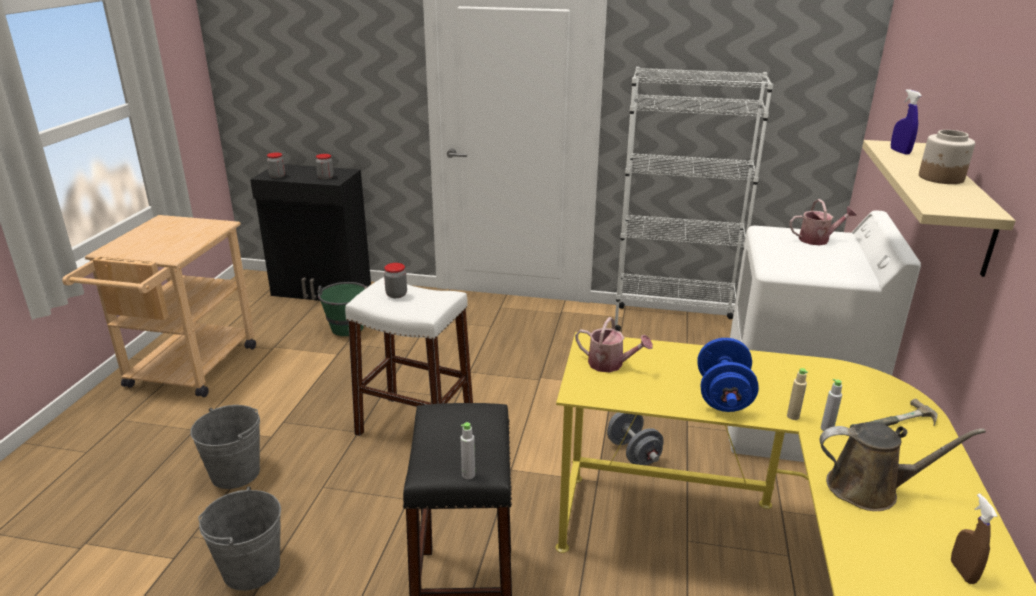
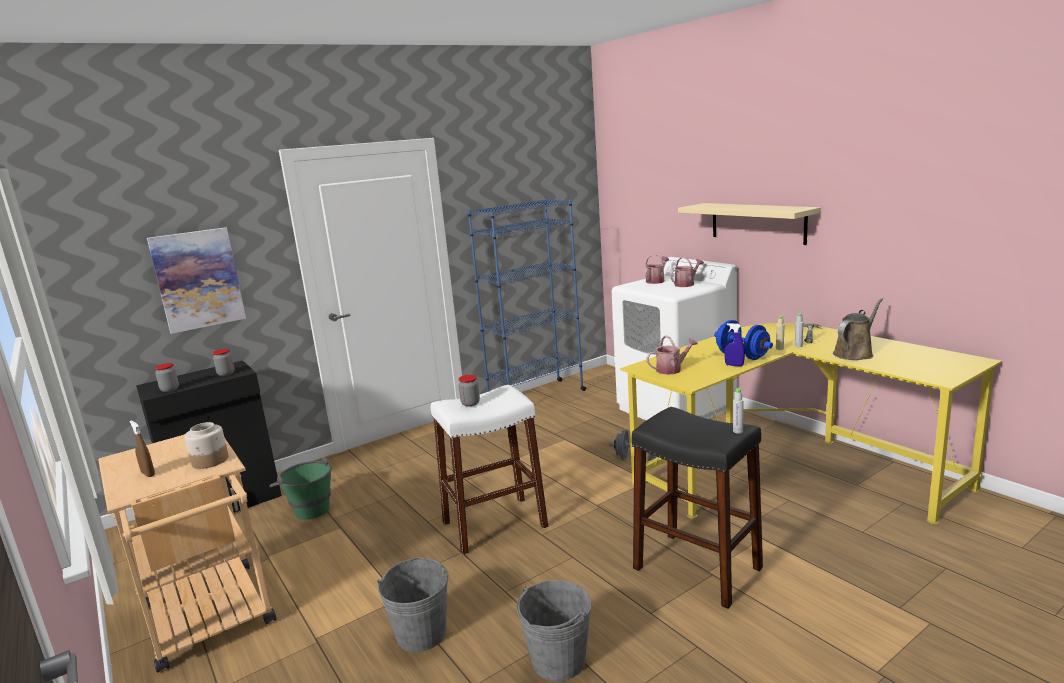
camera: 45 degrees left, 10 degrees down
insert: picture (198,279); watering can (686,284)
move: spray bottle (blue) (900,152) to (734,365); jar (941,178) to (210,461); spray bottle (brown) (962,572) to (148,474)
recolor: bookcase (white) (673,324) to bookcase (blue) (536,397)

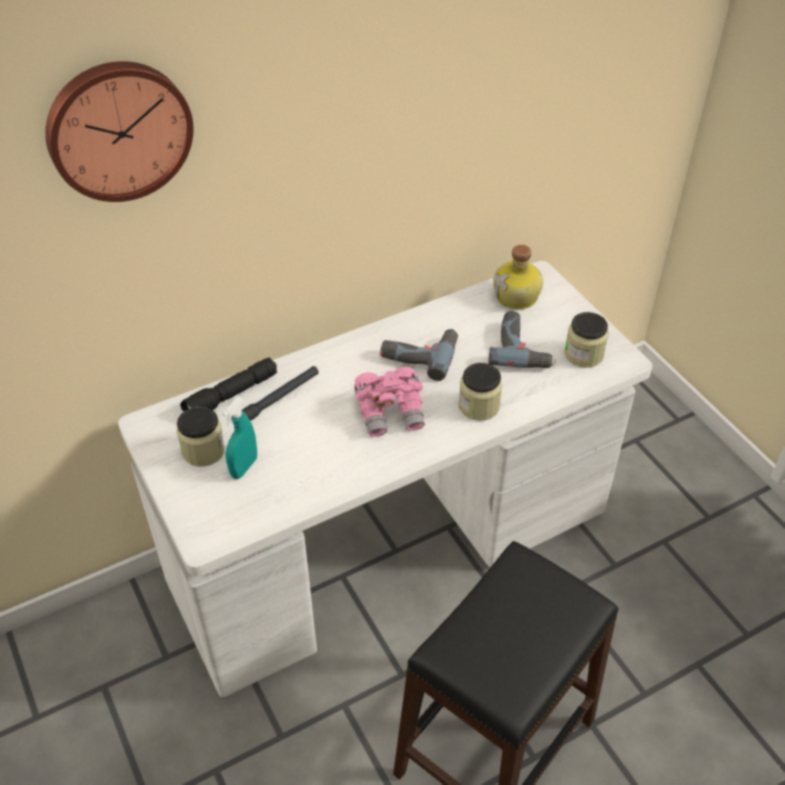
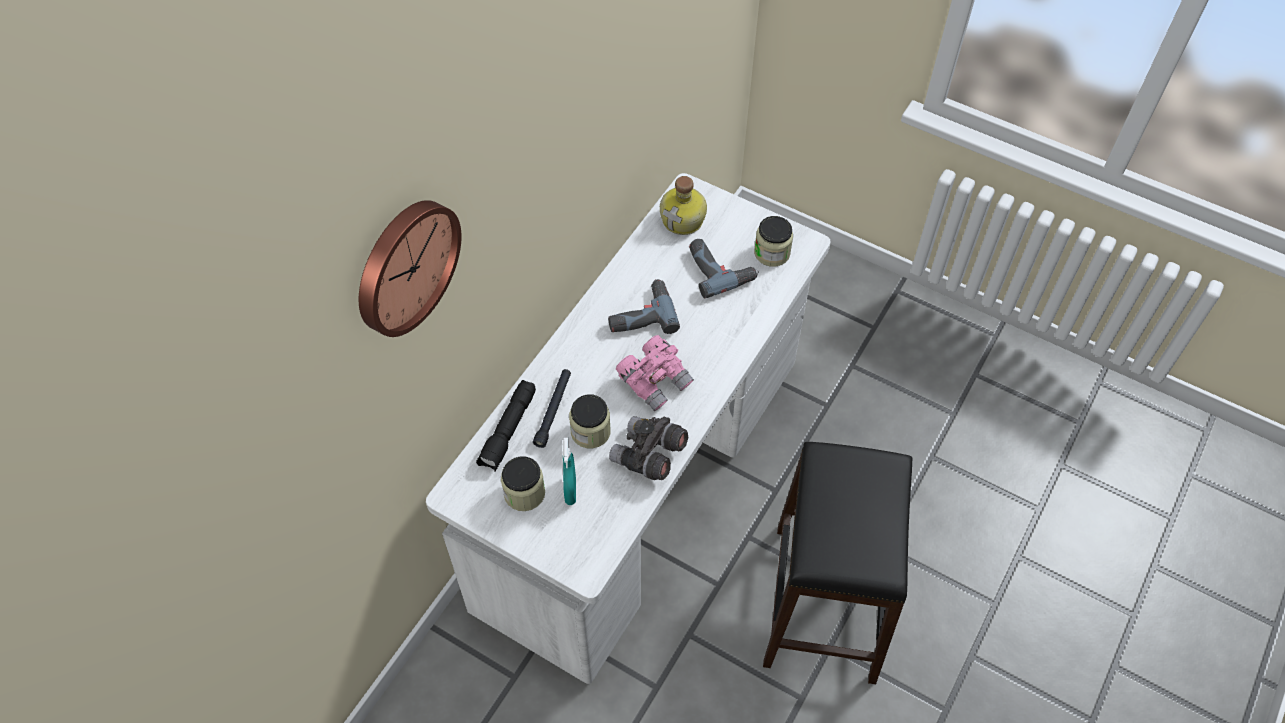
camera: 30 degrees left, 10 degrees up
insert: binoculars (grey) (648,456)
move: jar (479,406) to (590,431)

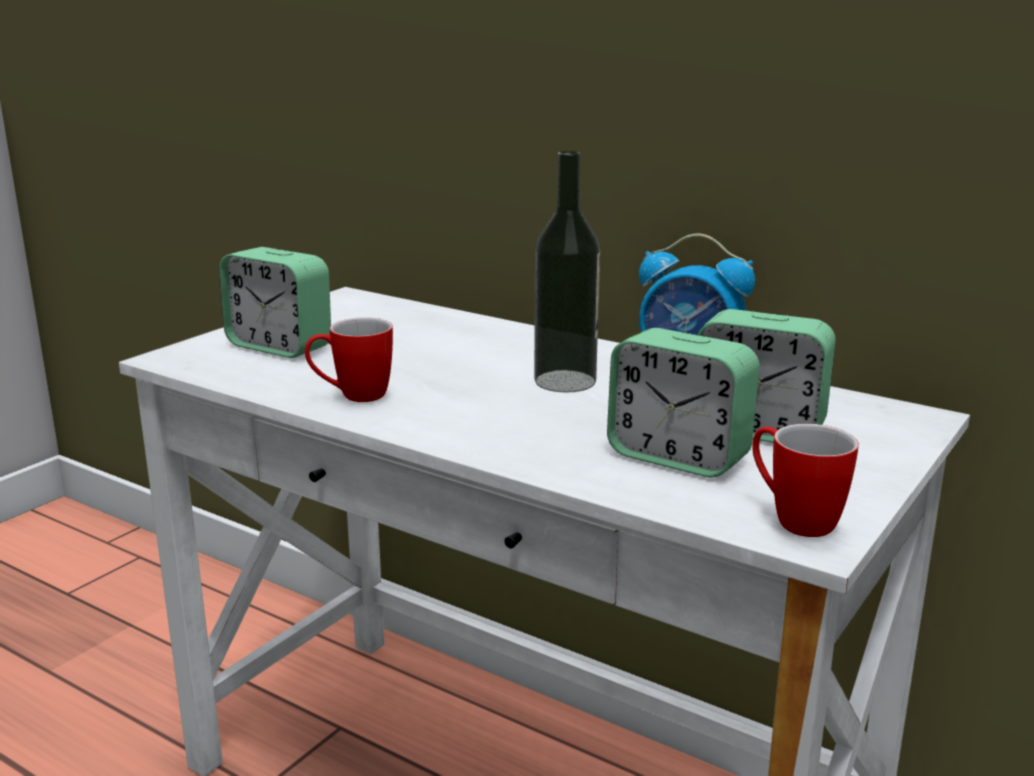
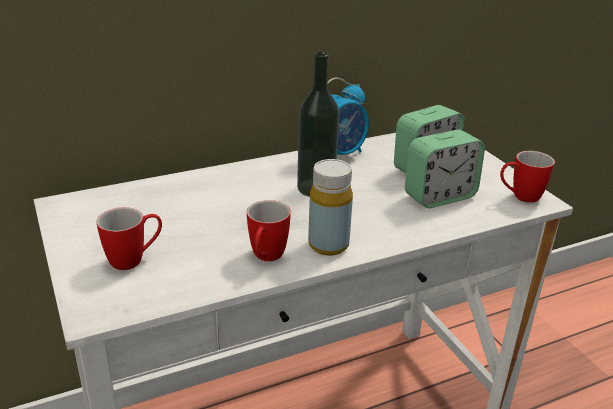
camera: 60 degrees left, 10 degrees up
insert: bottle (yellow) (328,245)
replace: alarm clock (279,346) to mug (135,259)

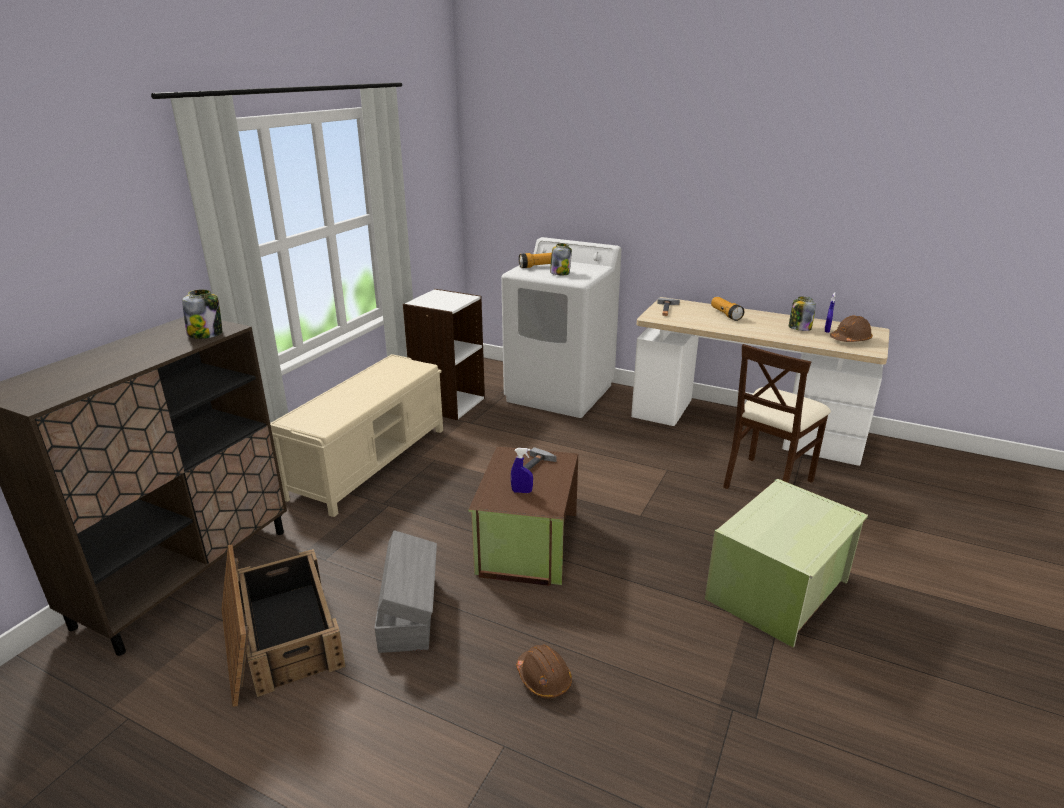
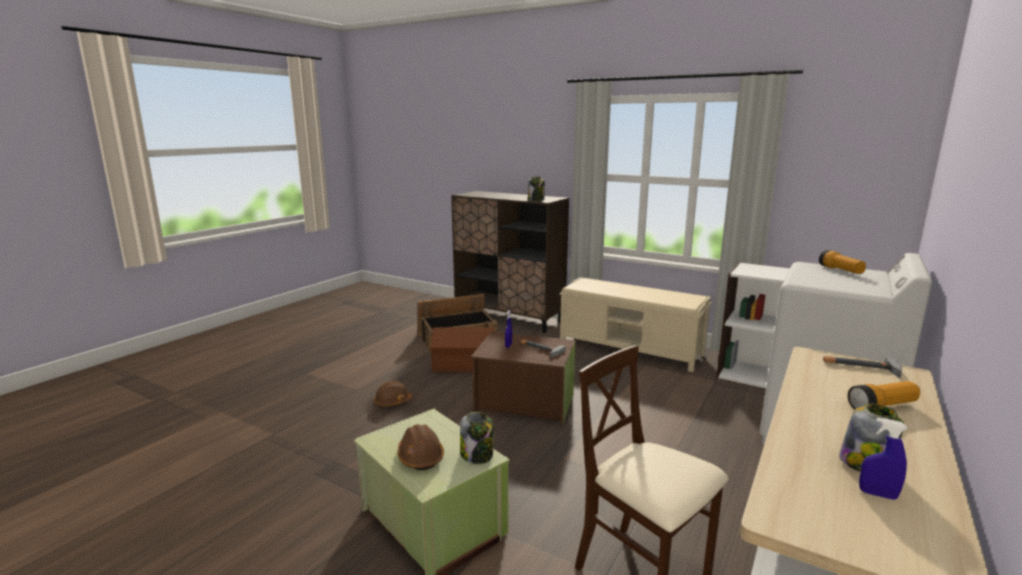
camera: 95 degrees right, 10 degrees down
move: jar (560,273) to (477,455); hard hat (brown) (850,339) to (420,457)
recolor: storage box (grey) (409,612) to storage box (brown) (464,366)

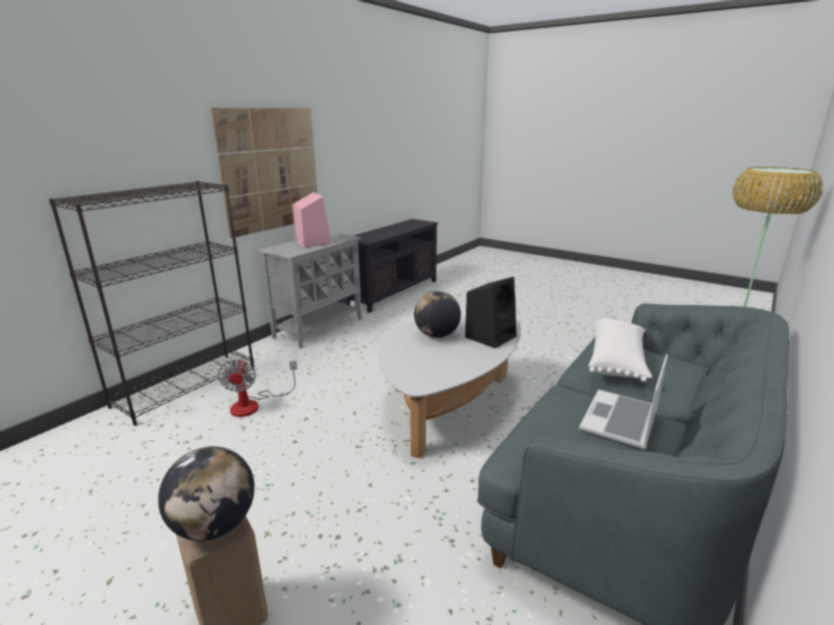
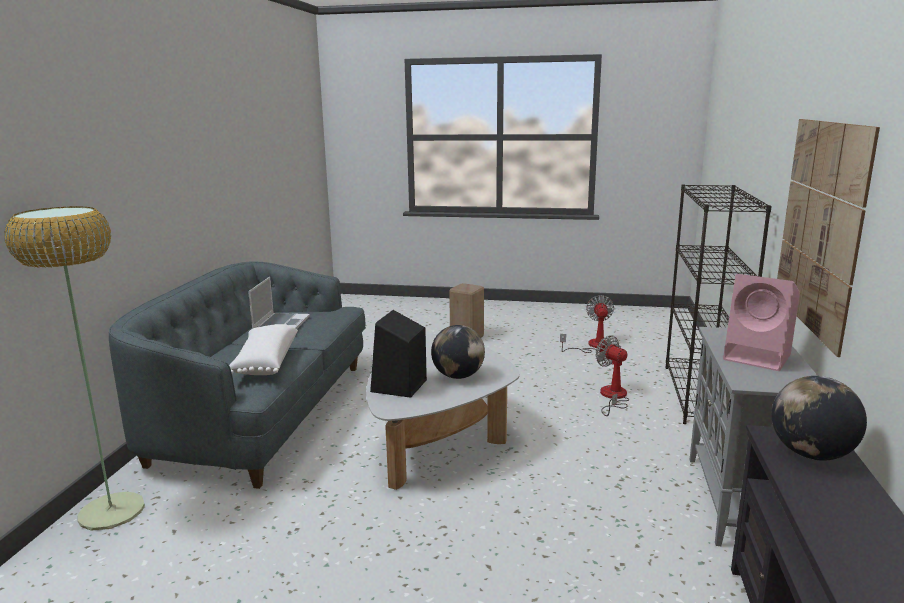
camera: 155 degrees right, 5 degrees down
insert: fan (592,346)
move: globe (215,526) to (811,454)

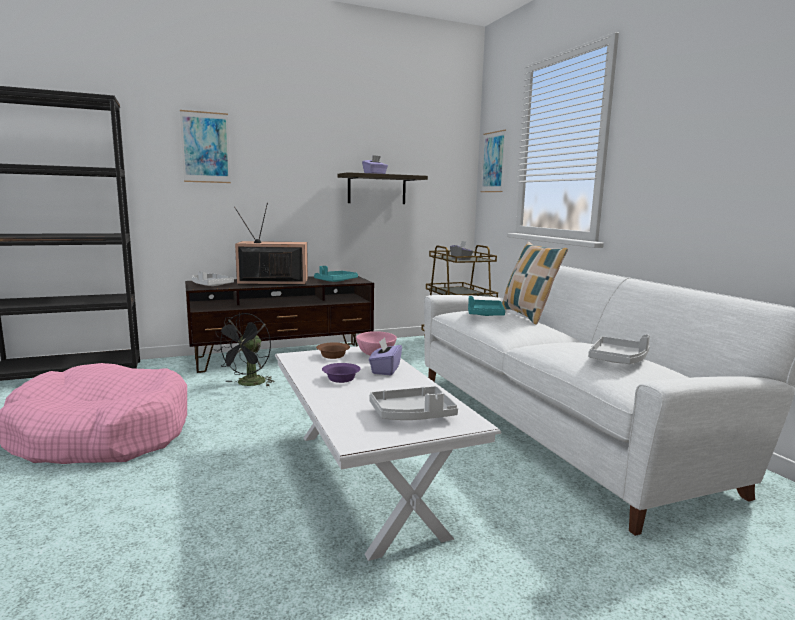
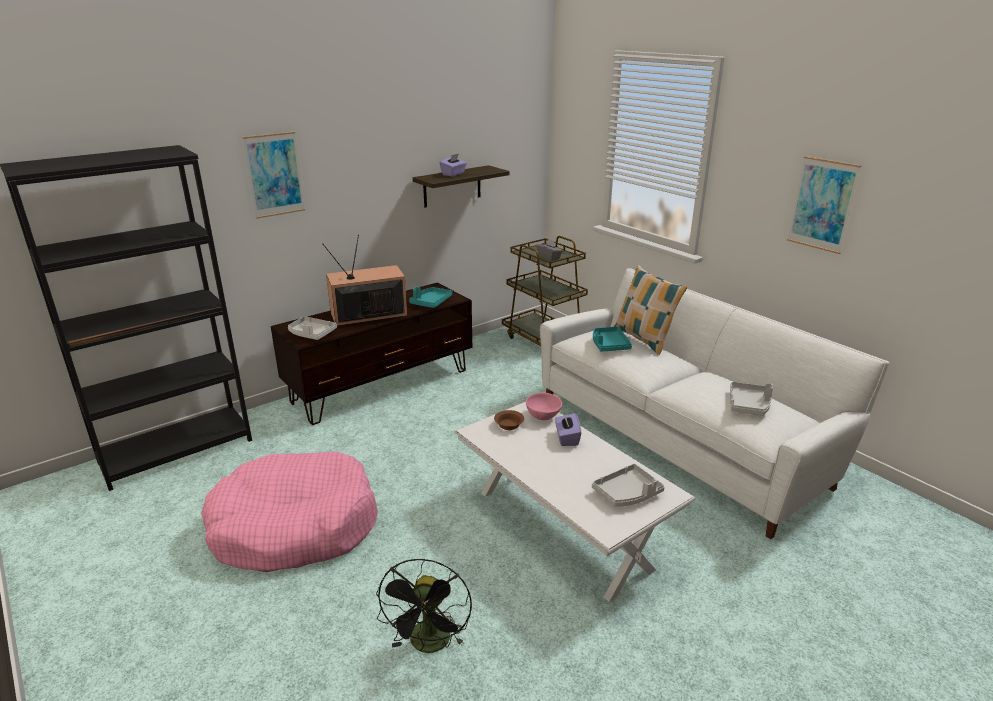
camera: 15 degrees left, 15 degrees up
delete: bowl (purple) (341,379)
move: picture (493,162) to (822,204); fan (black) (248,384) to (430,645)

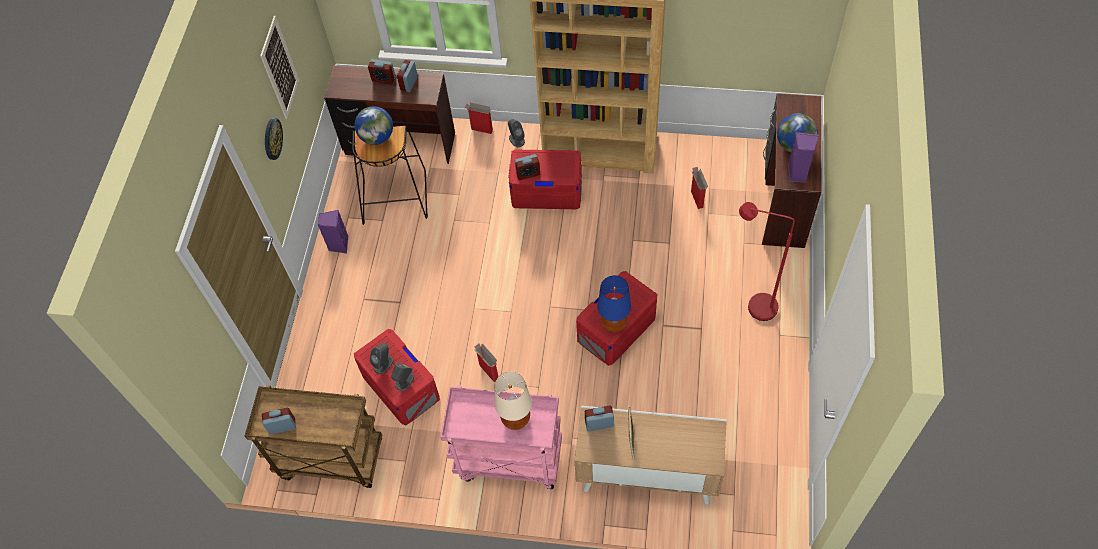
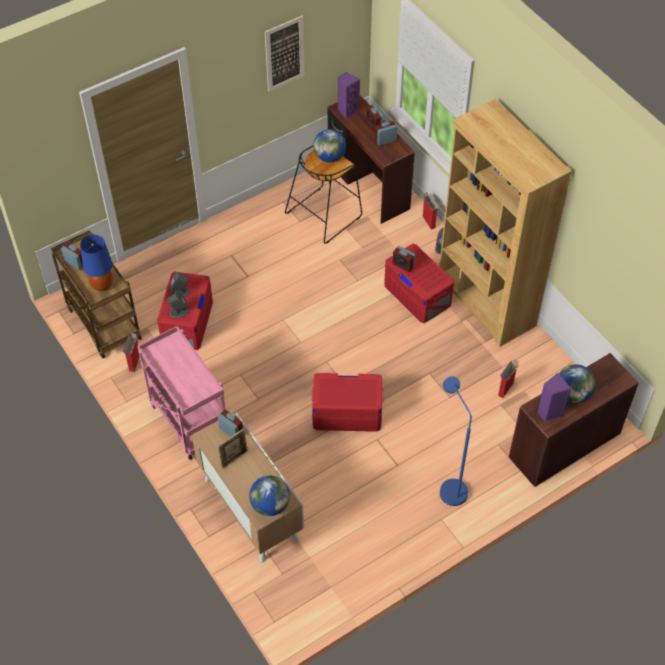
camera: 45 degrees right, 5 degrees down
delete: wall clock (272,138); table lamp (beige) (516,419)
insert: globe (270,505)
move: speaker (purple) (338,245) to (347,110); table lamp (blue) (614,323) to (102,285); cardboard box (489,372) to (134,363)
recolor: floor lamp (red) (754,306) to floor lamp (blue) (450,486)

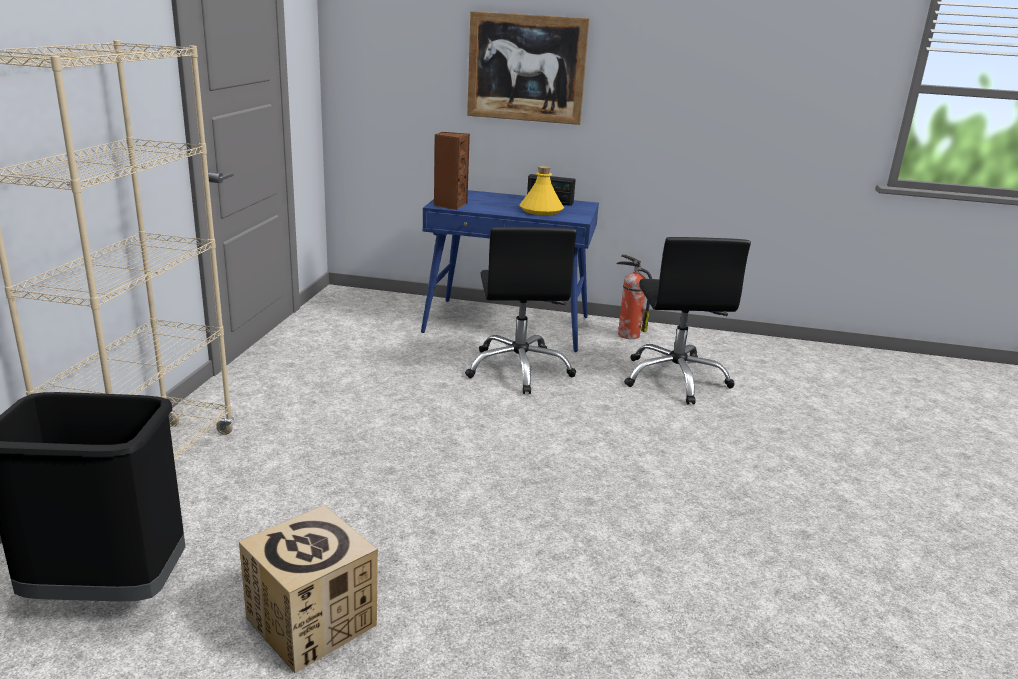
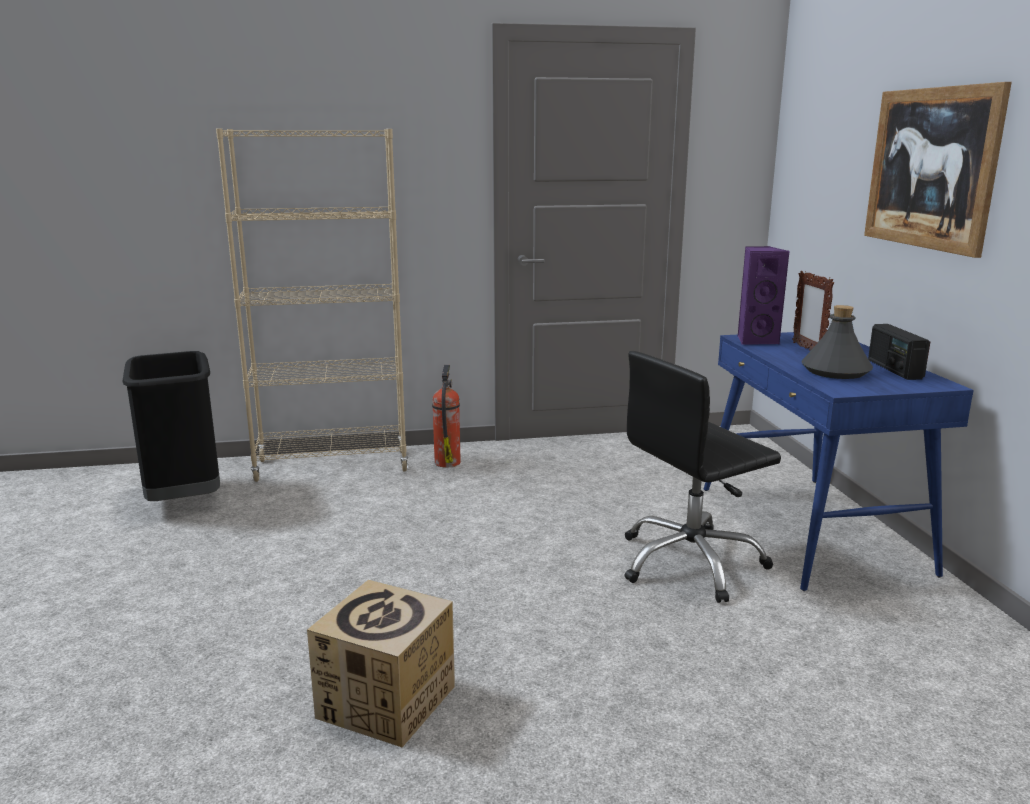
camera: 70 degrees right, 5 degrees down
delete: office chair (black) (675,379)
insert: picture frame (808,349)
move: fire extinguisher (627,334) to (447,462); cardboard box (312,622) to (386,702)
recolor: speaker (brown) (450,205) to speaker (purple) (755,340); bottle (yellow) (541,210) to bottle (grey) (835,371)

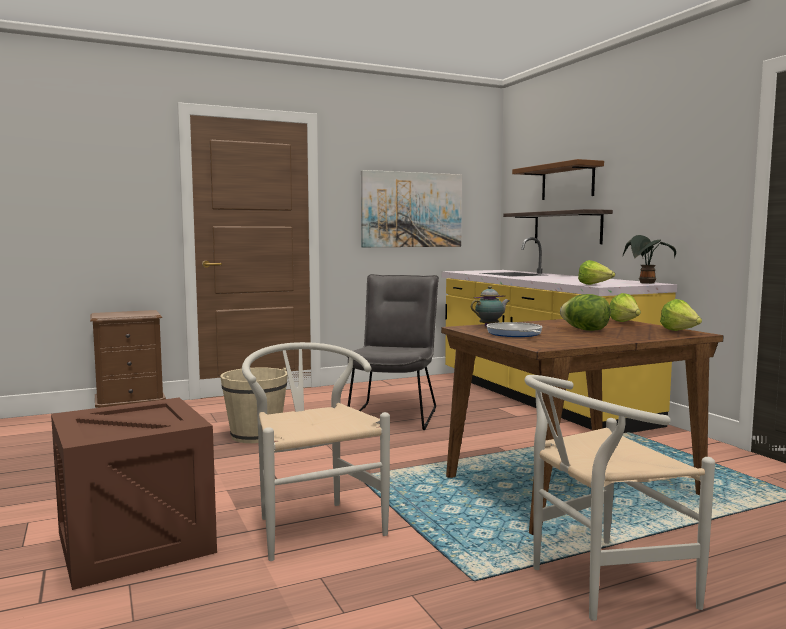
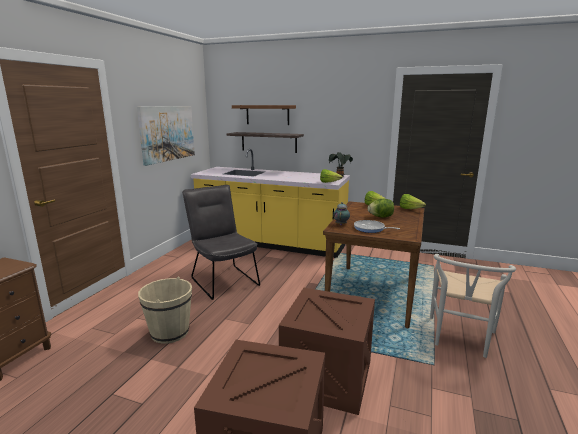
camera: 45 degrees left, 10 degrees up
replace: chair (white) (312,524) to crate (327,377)

